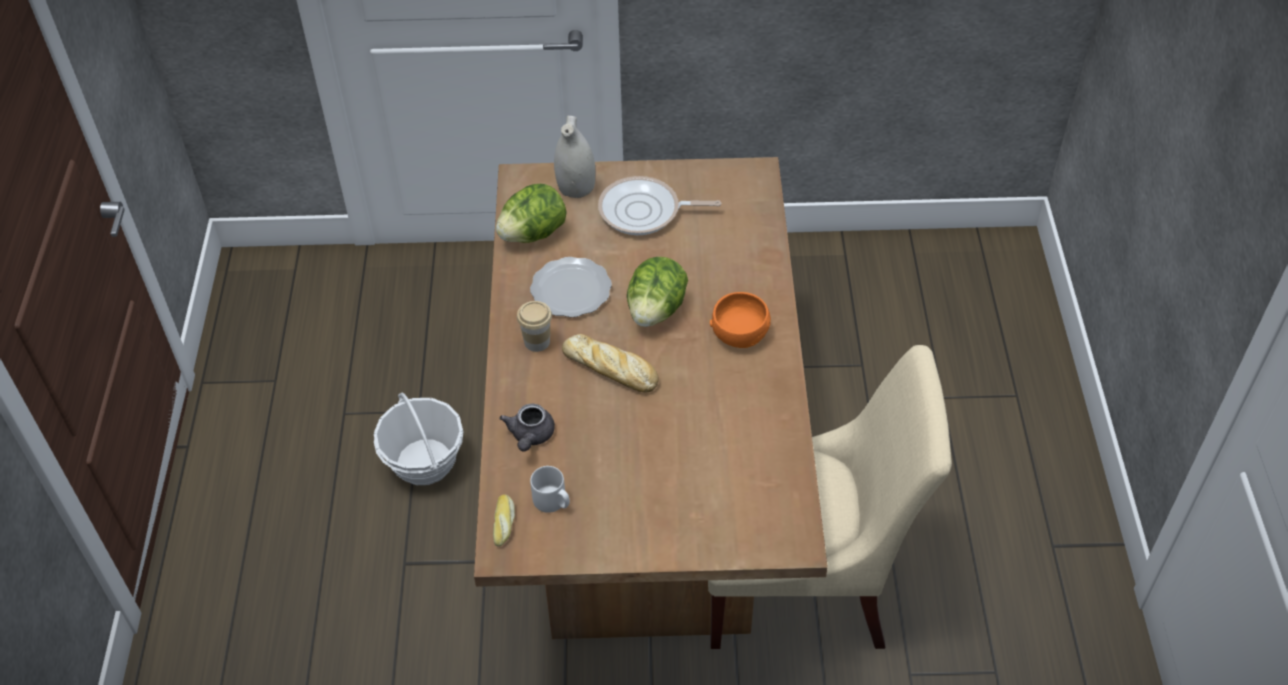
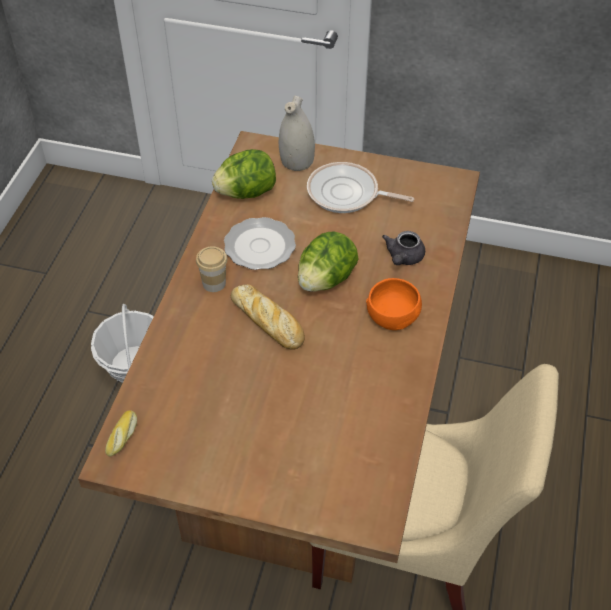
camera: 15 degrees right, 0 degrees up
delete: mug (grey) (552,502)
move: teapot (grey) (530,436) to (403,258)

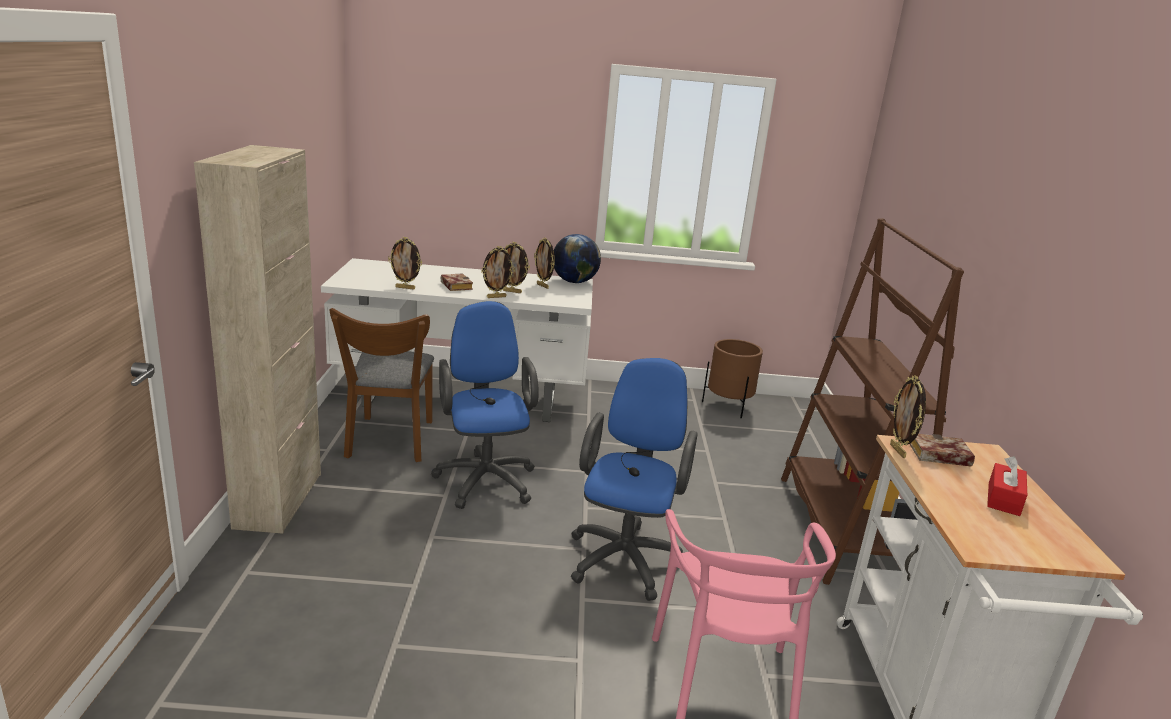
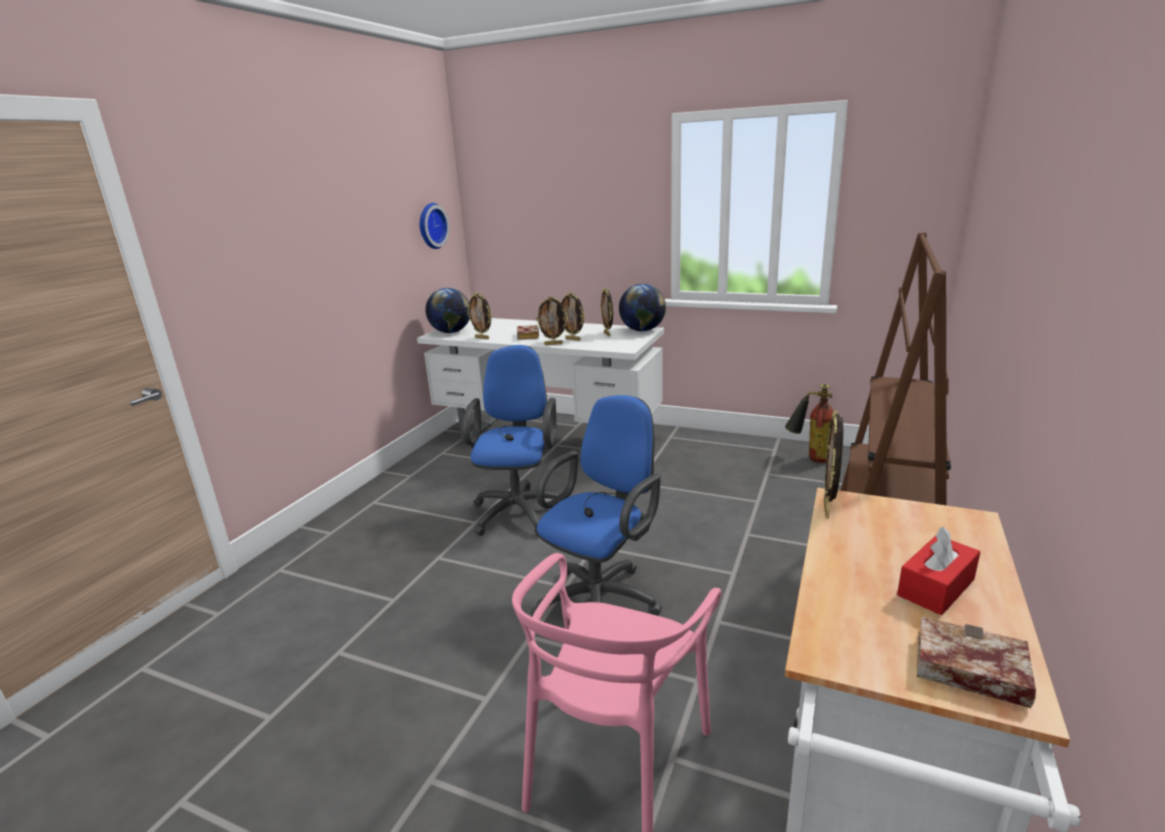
camera: 25 degrees right, 0 degrees up
delete: cabinet (beige) (279,500); chair (brown) (389,442)
insert: wall clock (431,226); globe (451,332)
move: book (937,456) to (965,670)
replace: planter (brown) (728,406) to fire extinguisher (810,457)

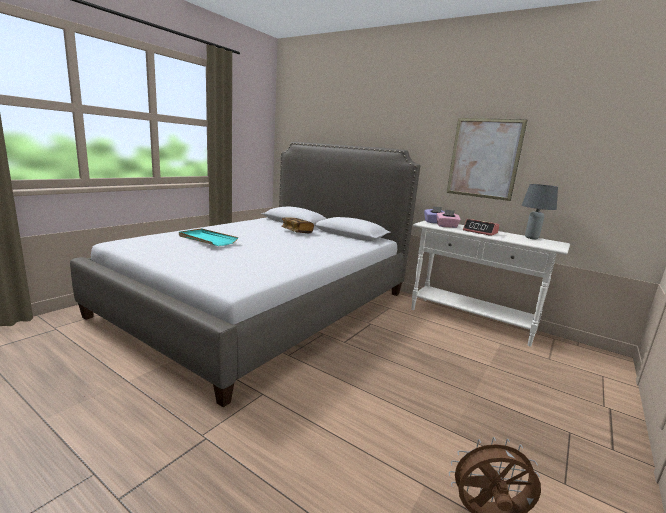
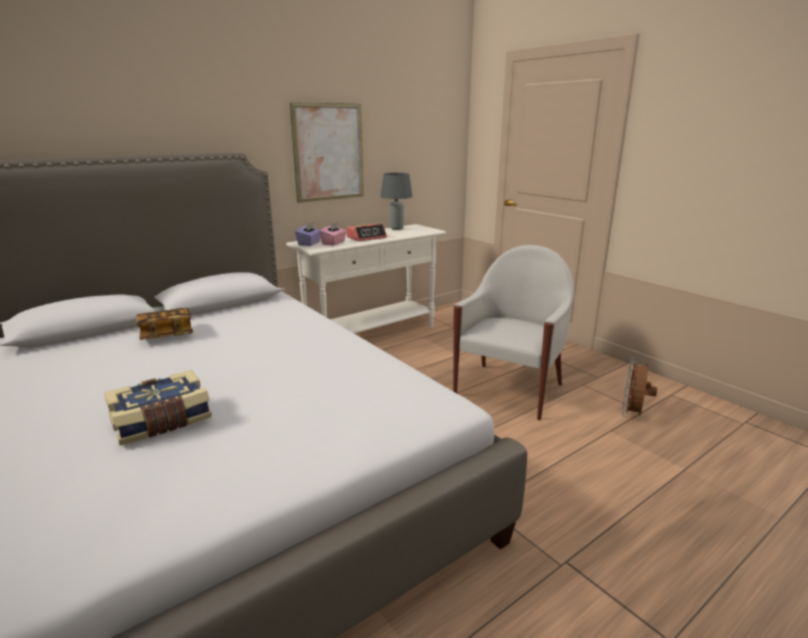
camera: 70 degrees left, 5 degrees up
insert: armchair (white) (510,389)
replace: tray (turquoise) (207,239) to book (162,421)

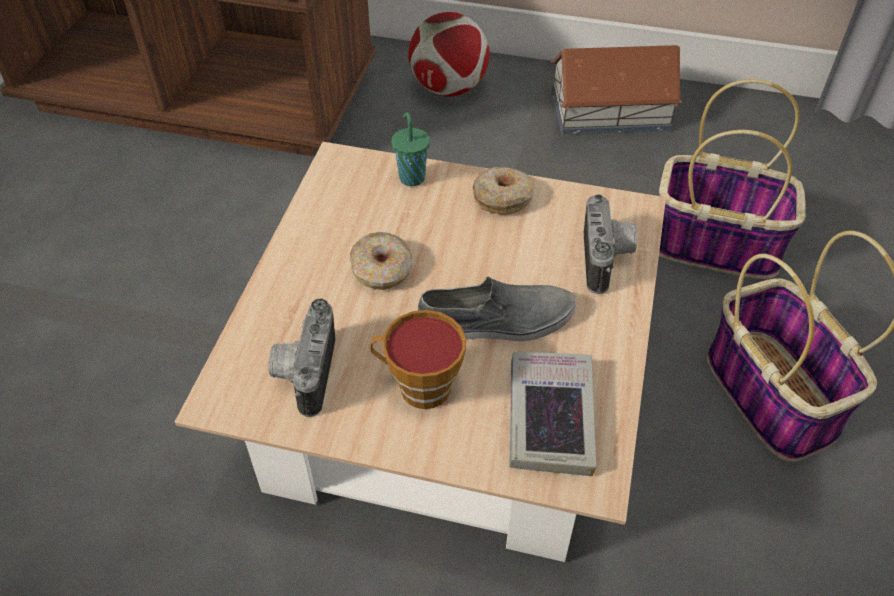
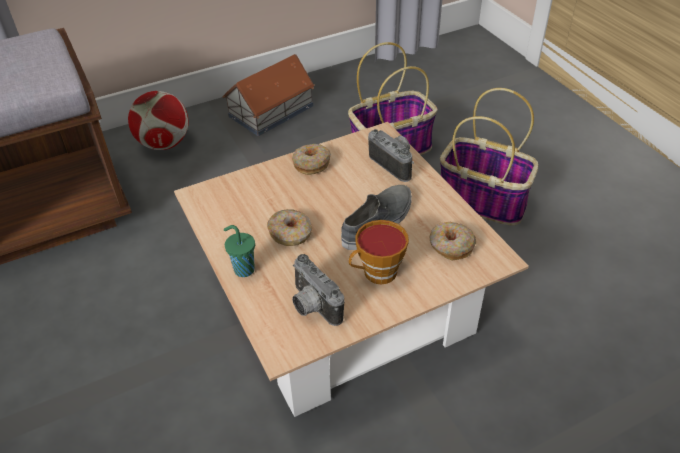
camera: 40 degrees left, 5 degrees down
move: cup (green) (411,177) to (243,269)
replace: book (550,417) to donut (450,246)

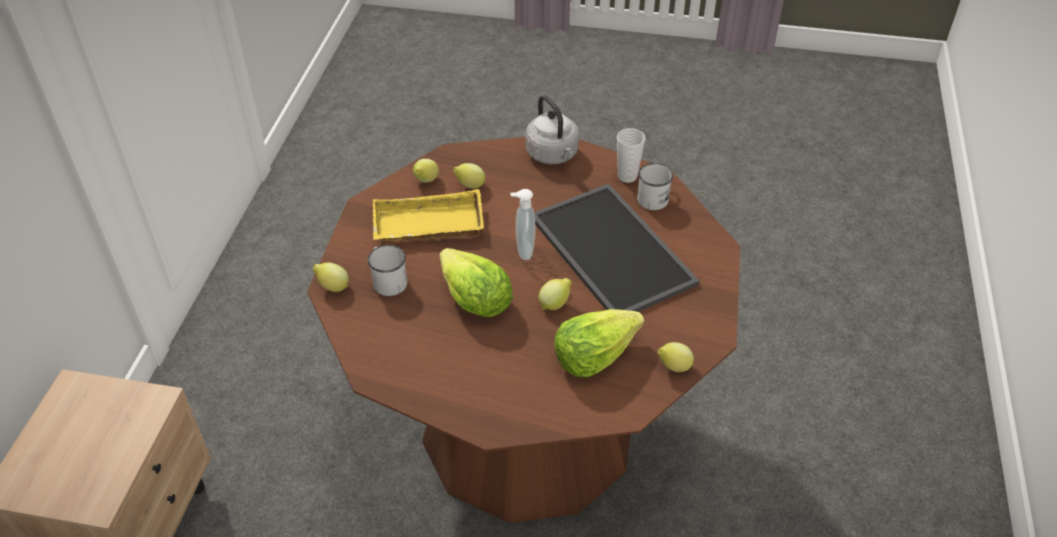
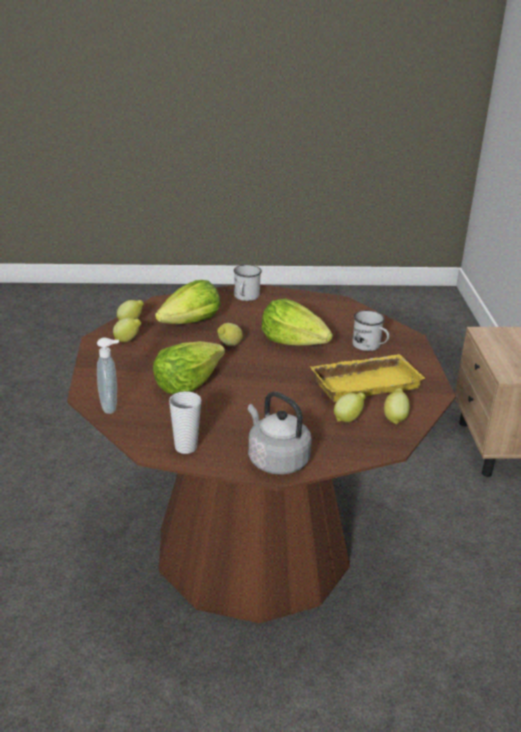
camera: 165 degrees right, 15 degrees down
move: mug (white) (655,197) to (245,297); soap dispenser (523,250) to (111,406); lemon (333,287) to (127,340)
replace: tray (615,250) to lettuce (187,383)

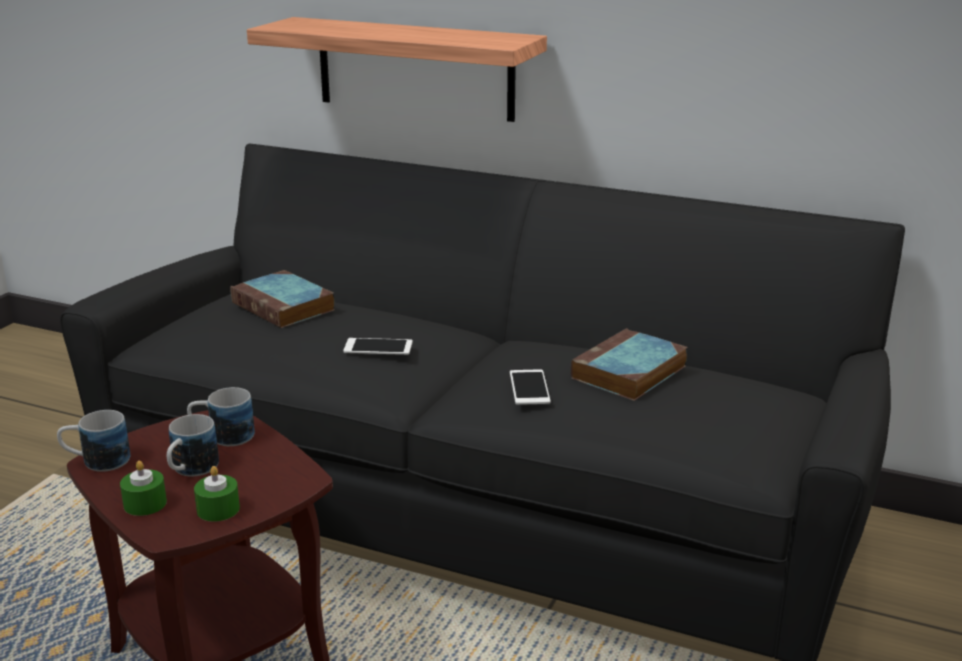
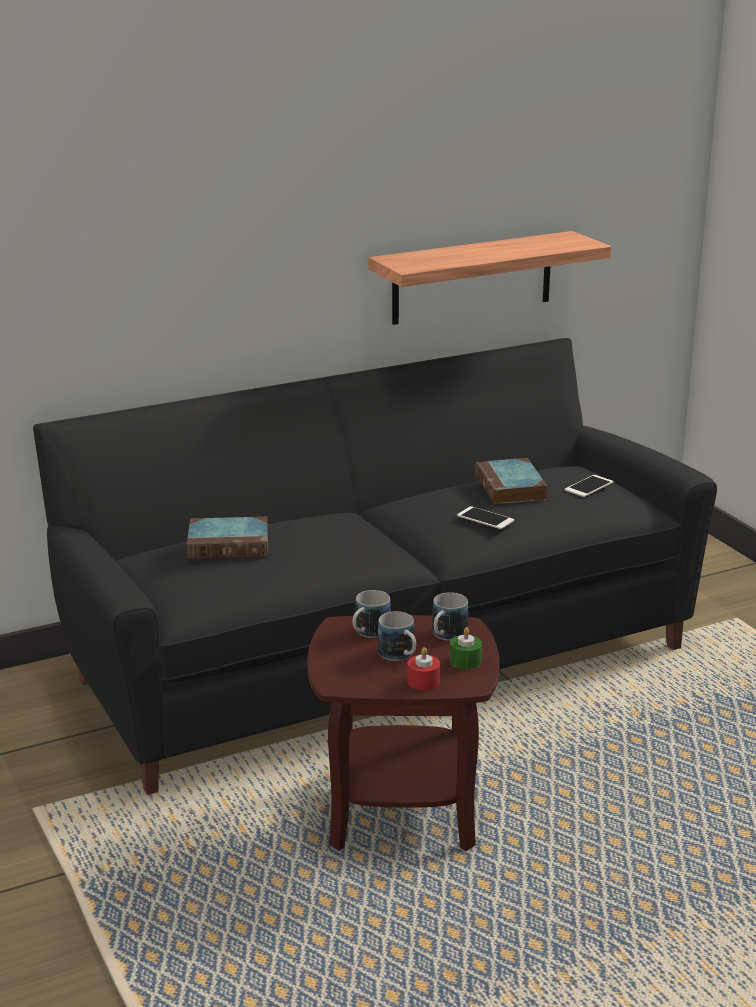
camera: 50 degrees left, 0 degrees up
move: shelf (415,69) to (472,278); phone (378,347) to (589,486); mug (96,461) to (446,636)
recolor: candle (green) (145,504) to candle (red) (423,681)

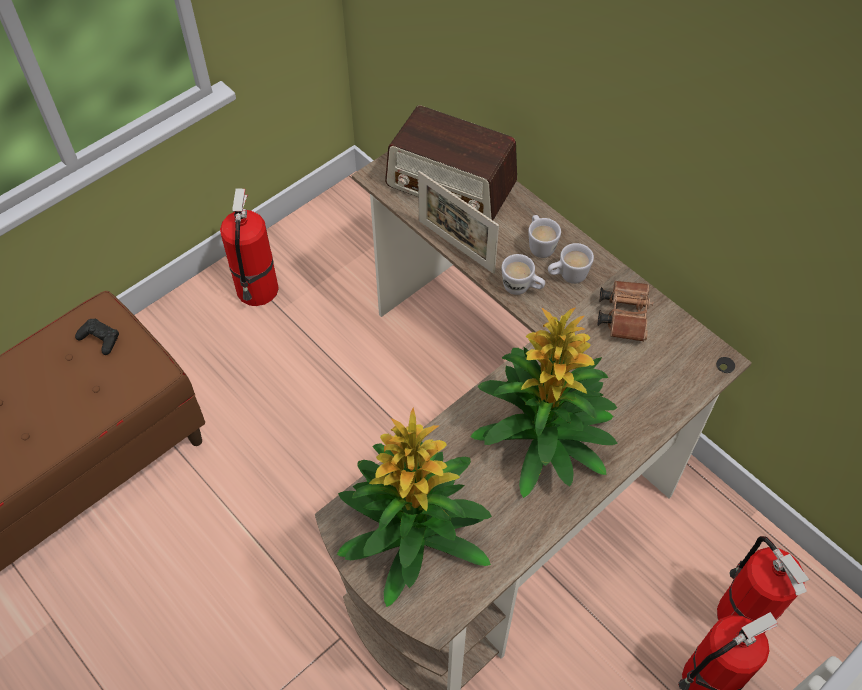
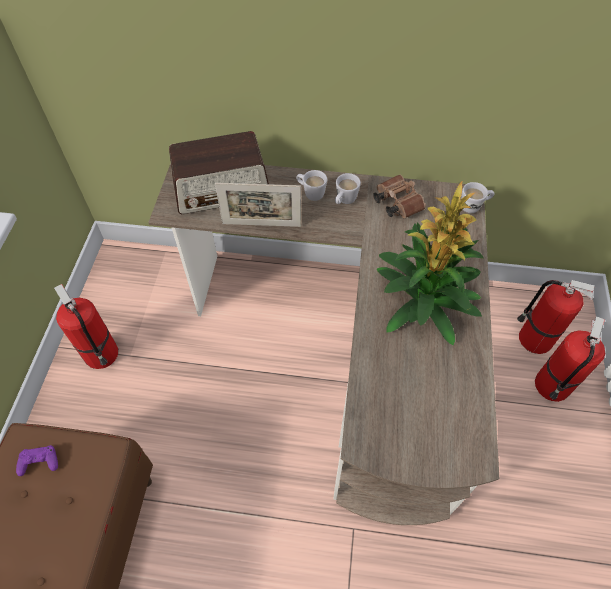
camera: 40 degrees left, 0 degrees up
delete: potted plant (412,533)
move: mug (white) (521,288) to (474,206)
recolor: game controller (black) (100,339) to game controller (purple) (39,462)

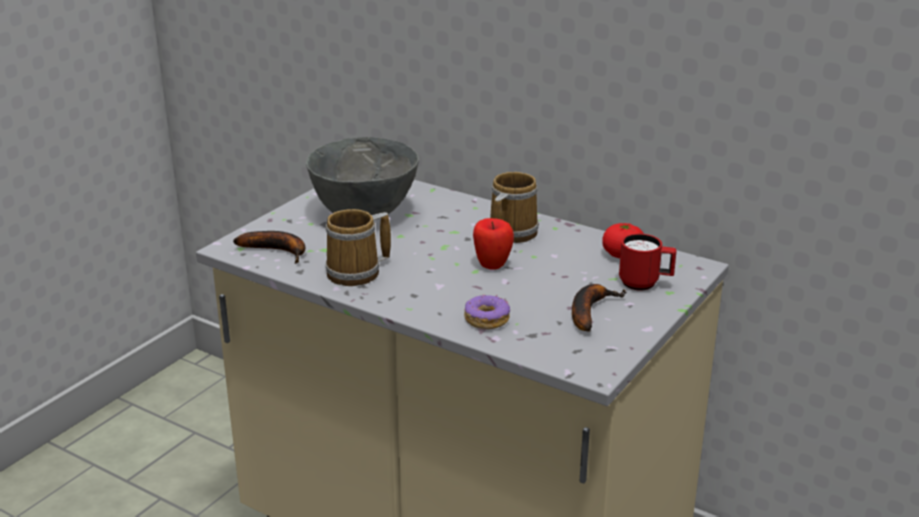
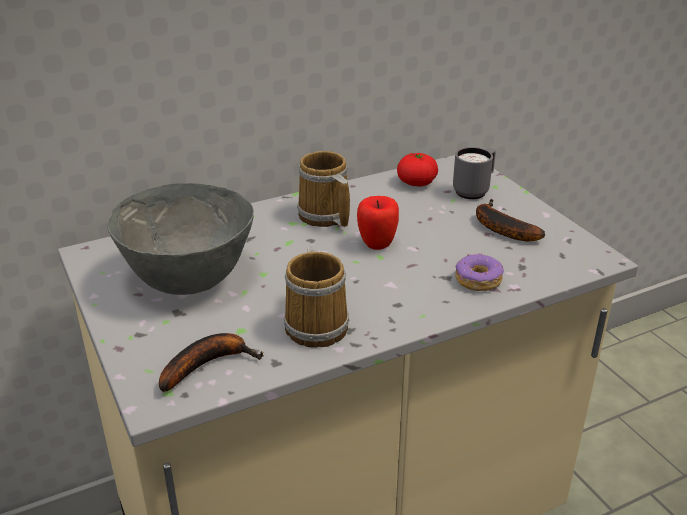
camera: 60 degrees left, 5 degrees up
recolor: mug (red) (645,284) to mug (grey) (474,191)

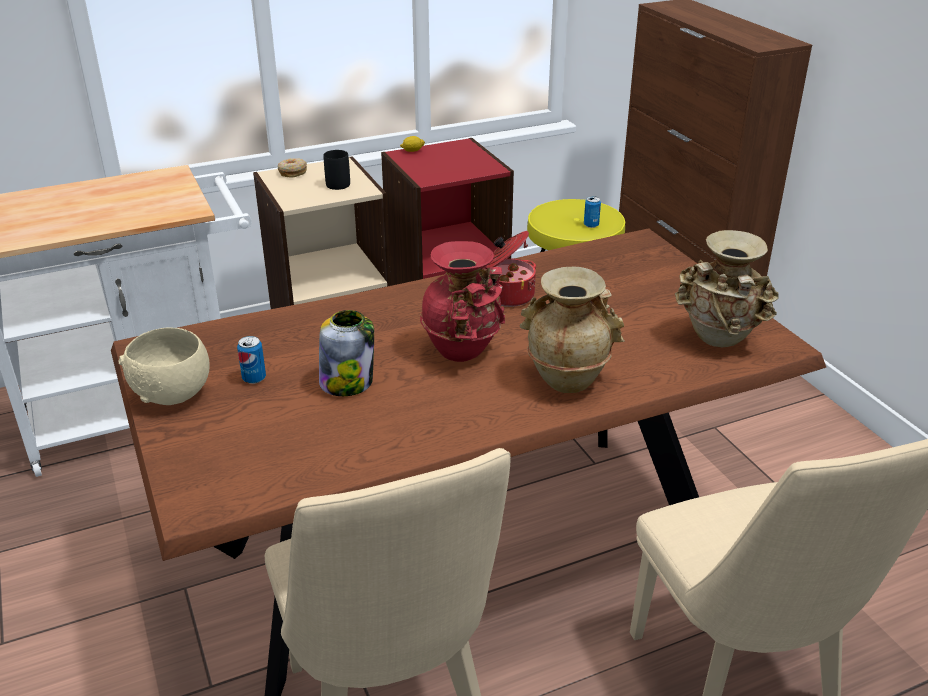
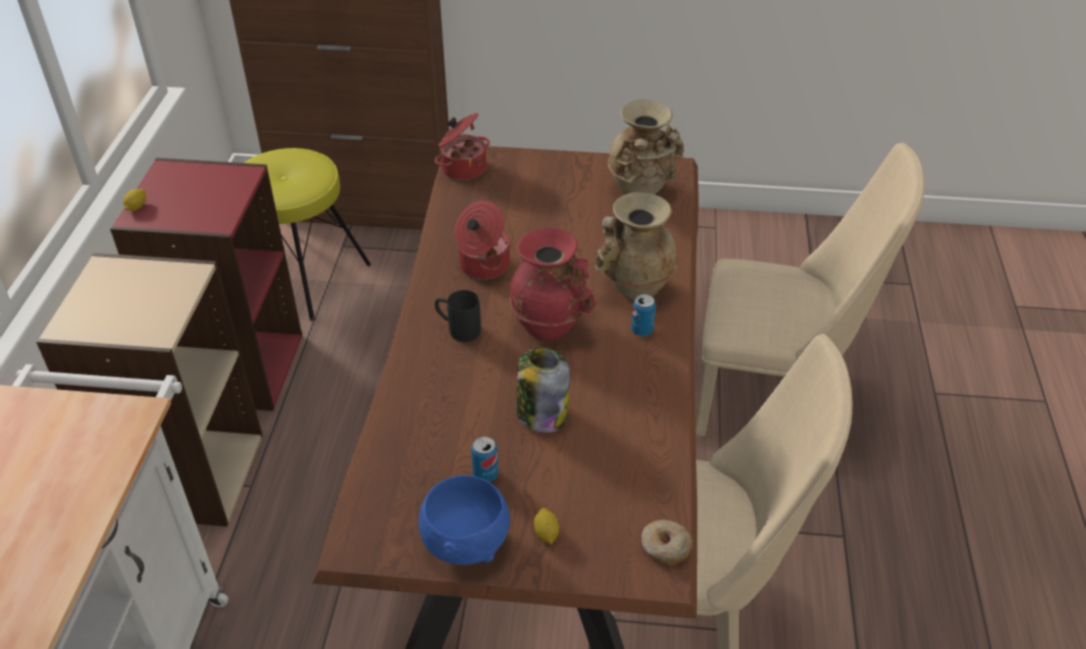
camera: 60 degrees left, 10 degrees up
insert: cooking pot (462,168); lemon (546,533)
move: mug (black) (338,182) to (458,329); donut (292,172) to (665,547); can (591,225) to (642,330)
recolor: bowl (beige) (174,394) to bowl (blue) (467,542)

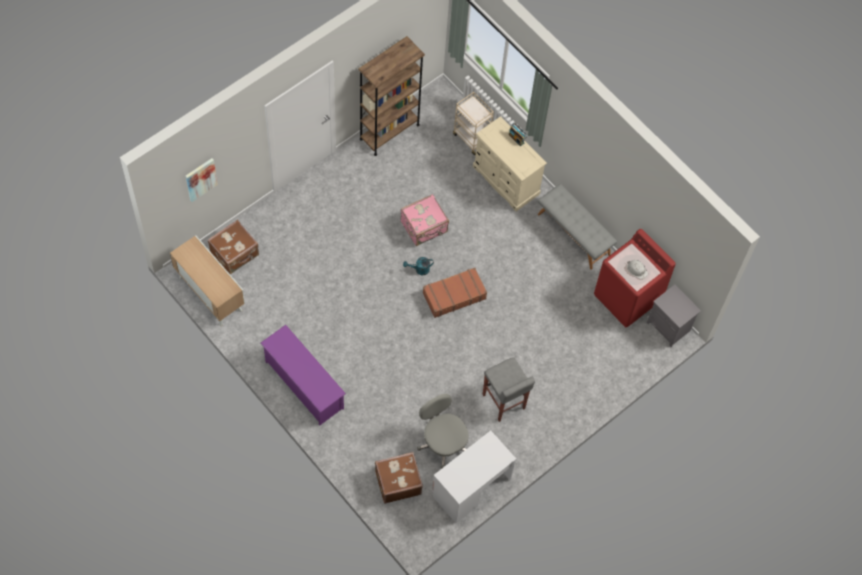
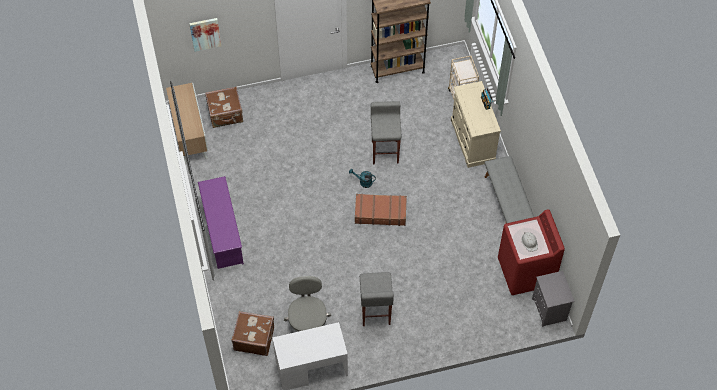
camera: 30 degrees right, 5 degrees down
replace: suitcase (pink) (424,227) to stool (grey) (385,151)

